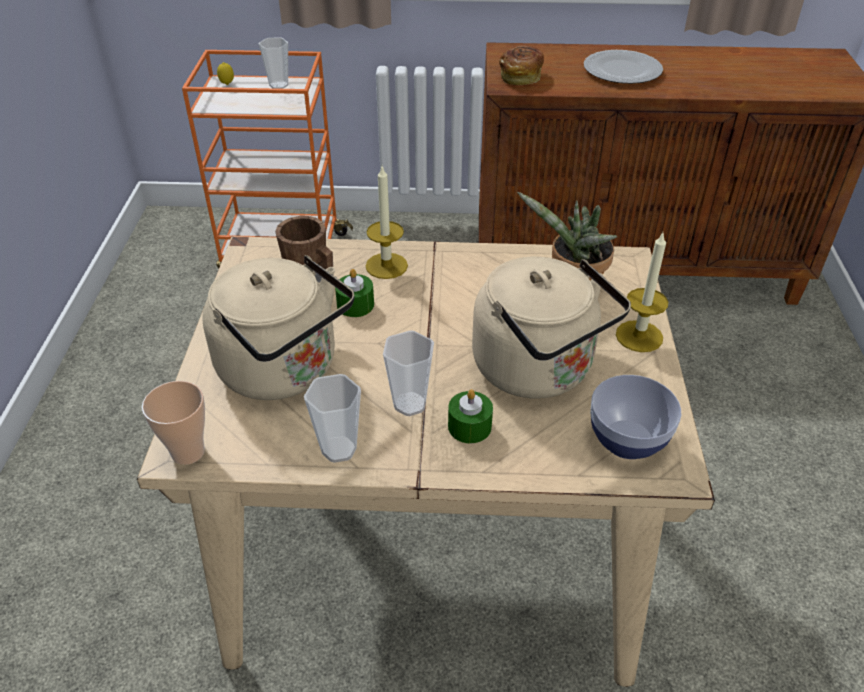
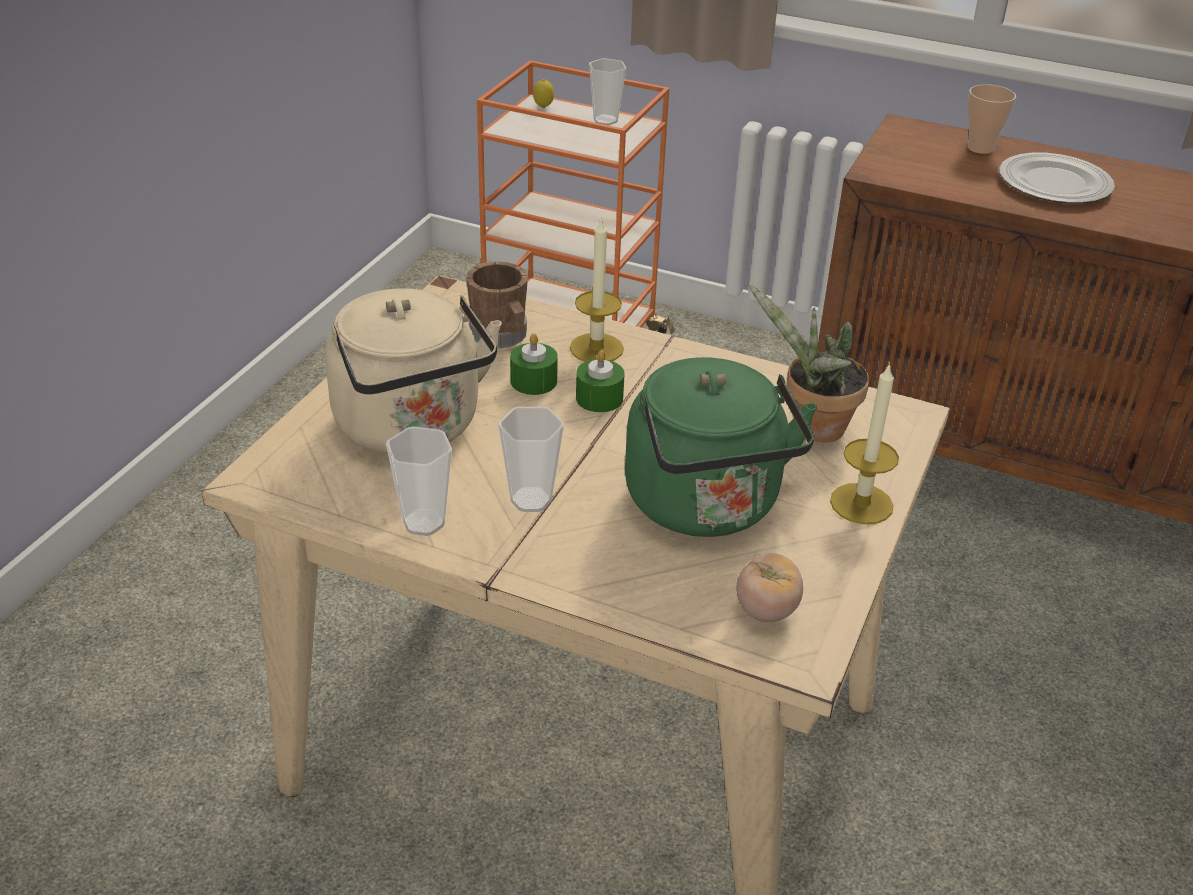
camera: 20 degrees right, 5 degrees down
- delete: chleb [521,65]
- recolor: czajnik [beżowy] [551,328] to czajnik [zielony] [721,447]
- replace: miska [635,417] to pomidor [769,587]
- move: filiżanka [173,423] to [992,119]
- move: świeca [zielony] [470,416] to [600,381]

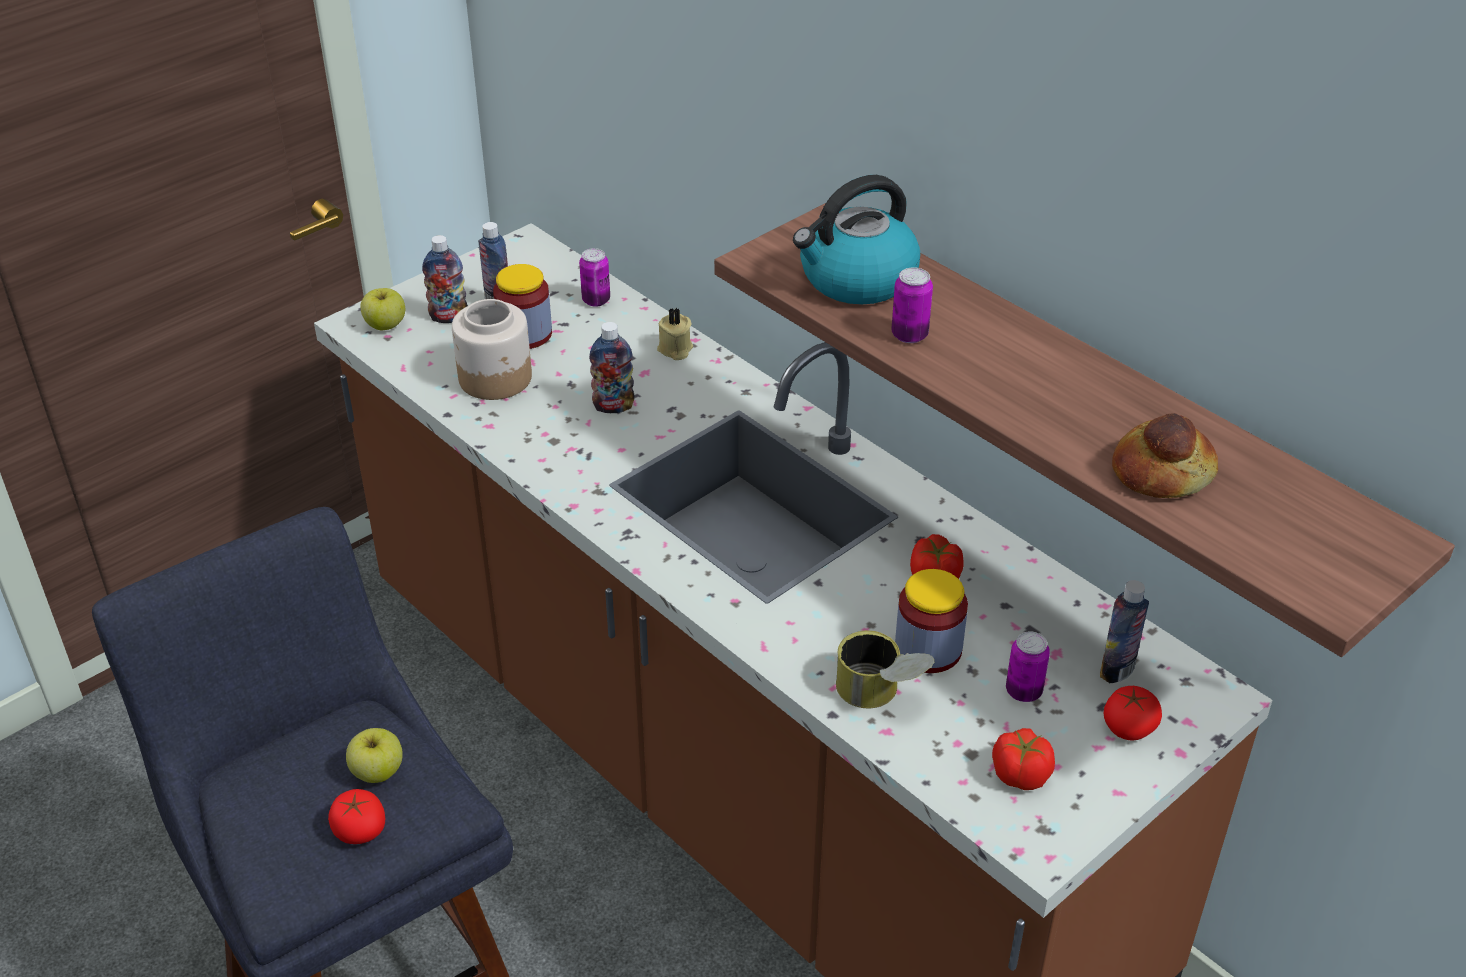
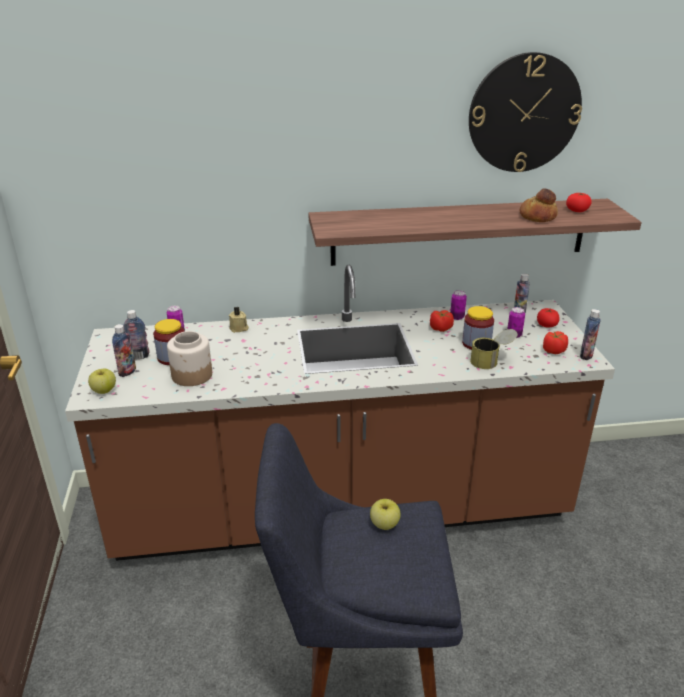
camera: 55 degrees left, 10 degrees down
- delete: czajnik [856,239]
- move: puszka [912,305] to [458,305]
- move: butelka [612,367] to [590,334]
- move: pomidor [356,816] to [579,202]
- insert: zegar ścienny [525,112]

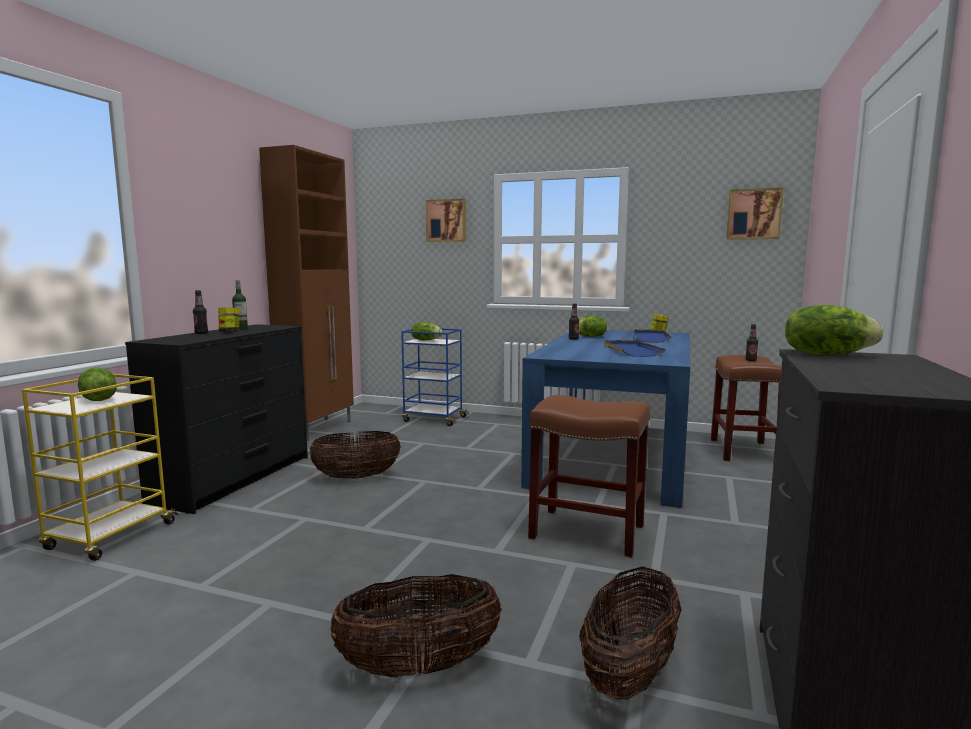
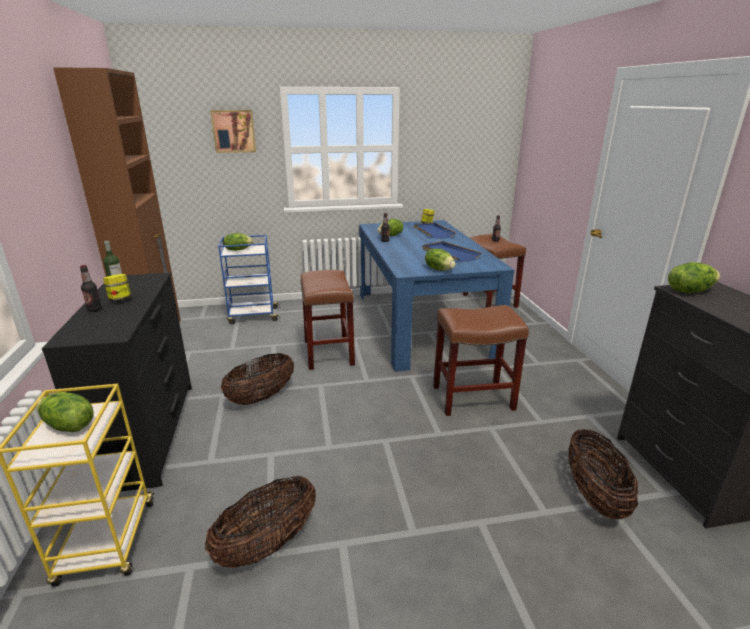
camera: 30 degrees left, 15 degrees up
- delete: obraz [755,214]
- move: koszyk [416,625] to [260,522]
- insert: sałata [440,259]
- insert: stołek [brązowy] [327,320]

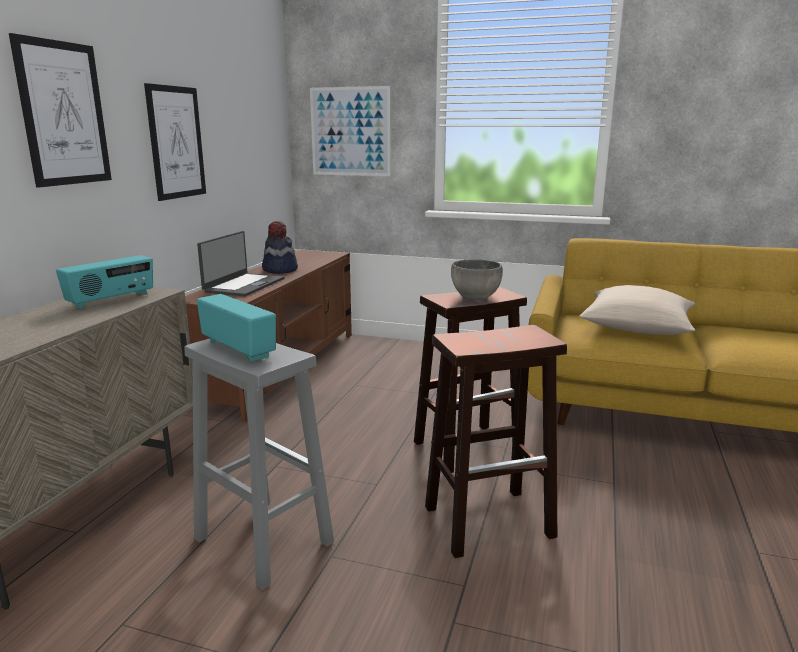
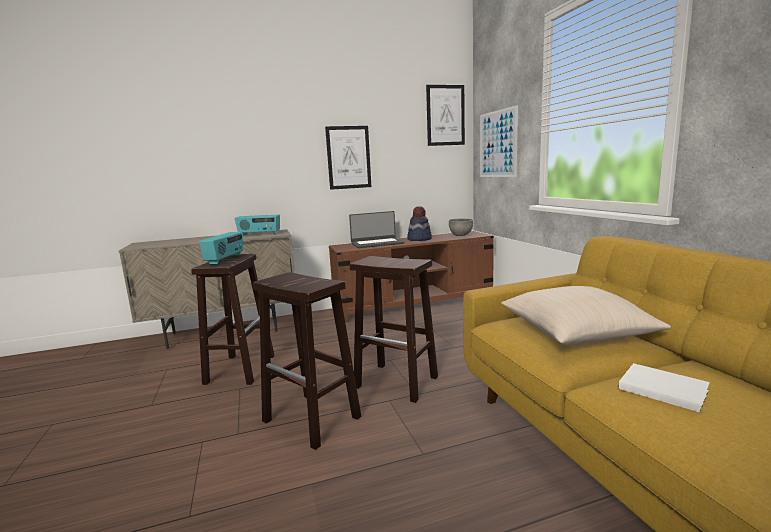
camera: 55 degrees right, 5 degrees down
- move: obraz [60,110] to [445,115]
- move: miska [szary] [477,279] to [461,227]
- recolor: stołek [szary] [259,464] to stołek [brązowy] [233,319]
- insert: książka [biały] [664,387]

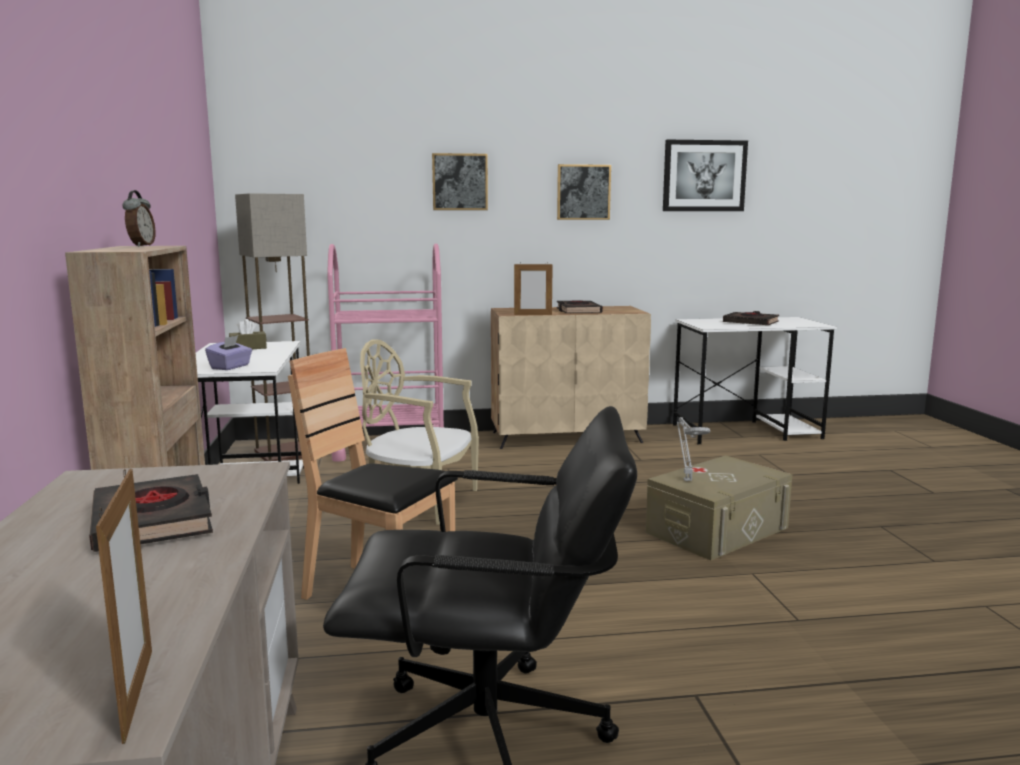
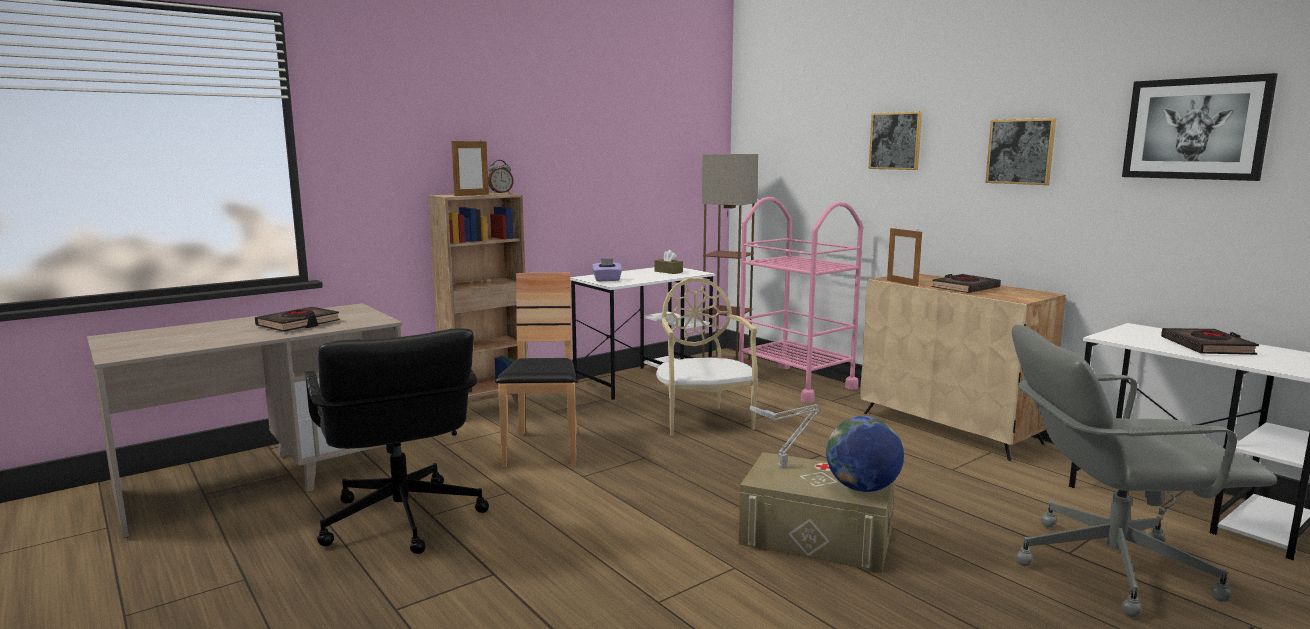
camera: 60 degrees right, 0 degrees up
- move: ramka na zdjęcie [124,606] to [470,167]
- insert: krzesło biurowe [szary] [1144,470]
- insert: globus [865,454]

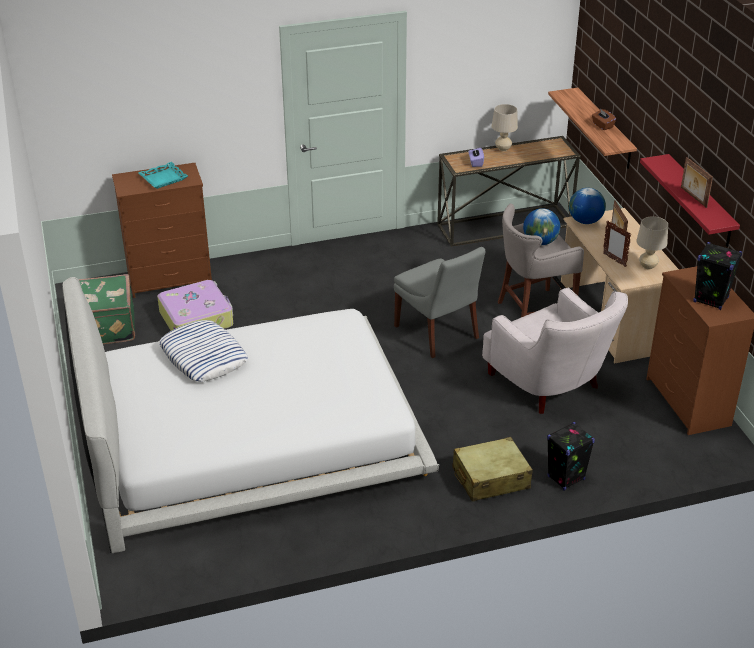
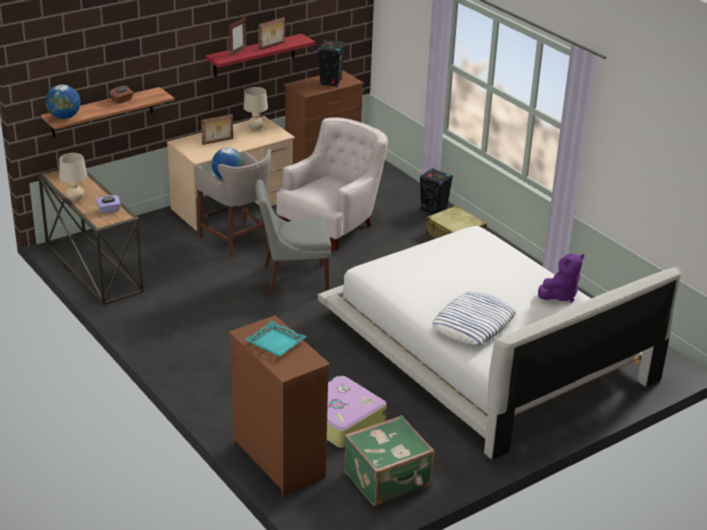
camera: 110 degrees left, 5 degrees down
- move: globus [587,206] to [63,102]
- move: ramka na zdjęcie [617,244] to [237,36]
- rotate: krzesło [szary] [440,302] = [293,238] 135 degrees counterclockwise
- insert: pluszak [fioletowy] [561,277]

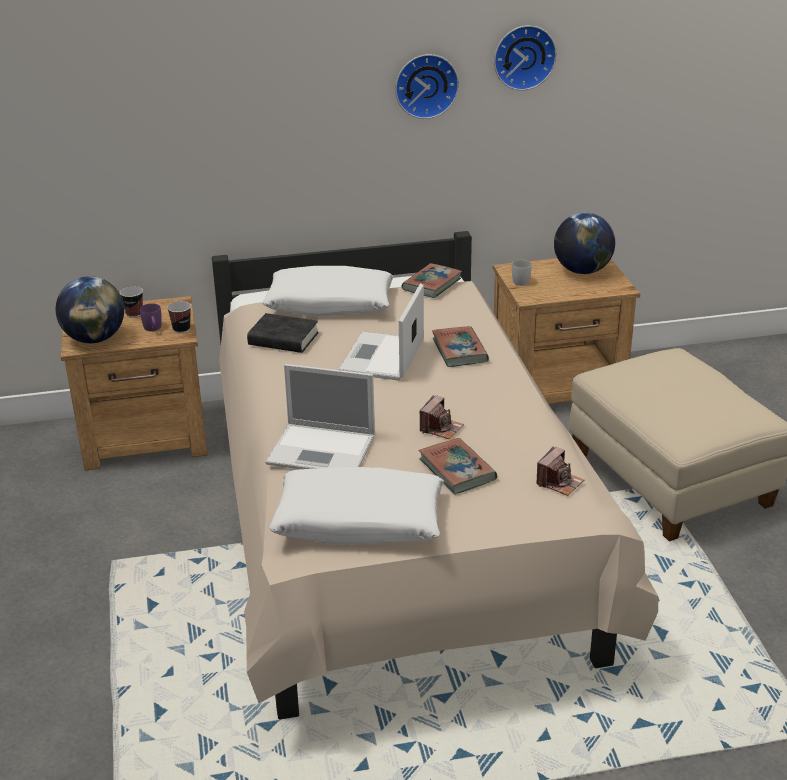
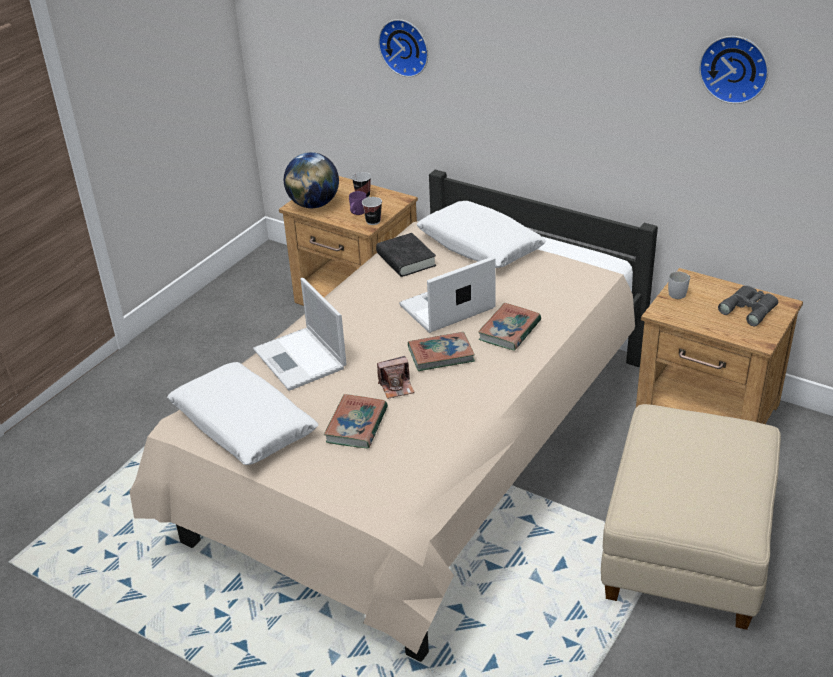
camera: 45 degrees right, 5 degrees up
- move: zegar ścienny [427,86] to [403,48]
- replace: globus [584,243] to lornetka [szary] [748,306]
- move: książka [432,280] to [441,351]
- delete: aparat fotograficzny [560,471]

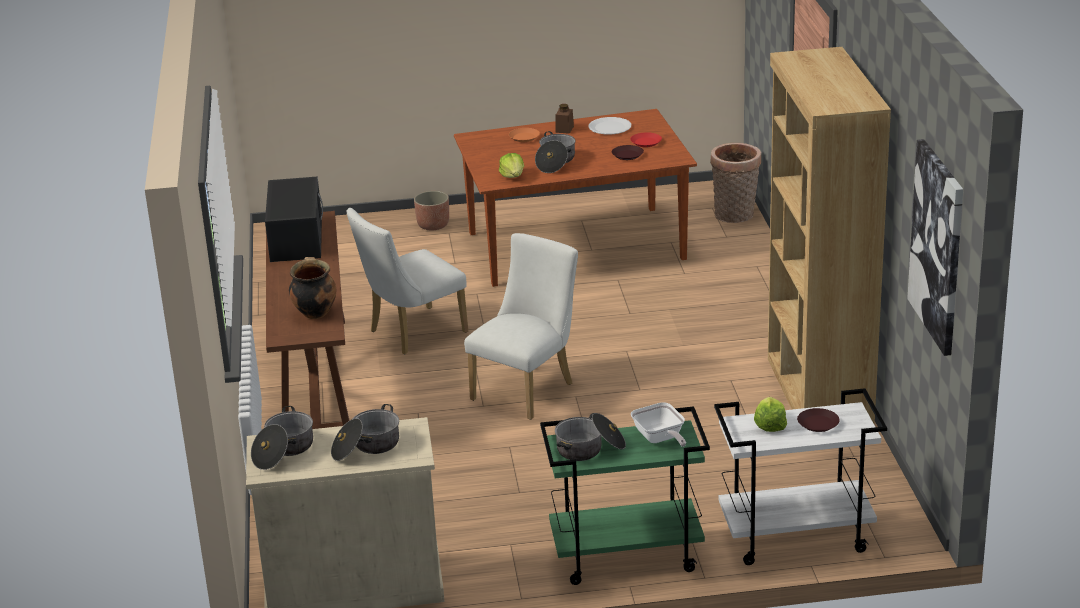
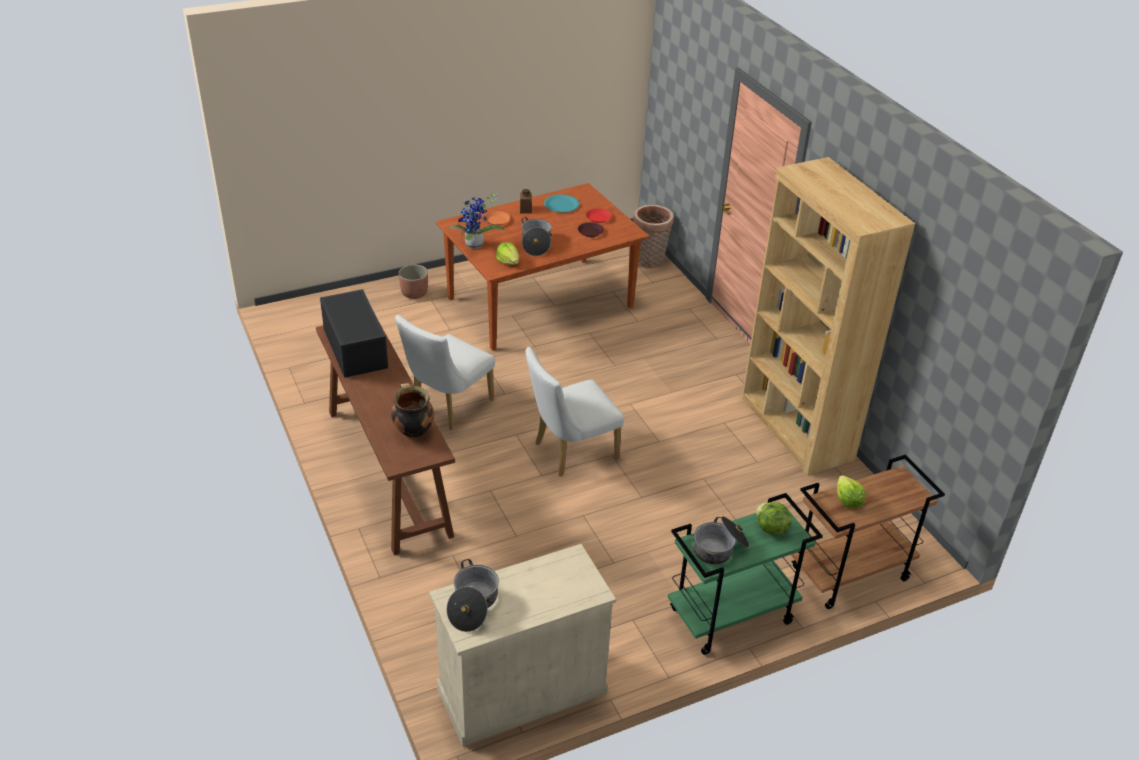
camera: 20 degrees left, 10 degrees up
- recolor: talerz [biały] [609,125] to talerz [turkusowy] [561,203]
- delete: obraz [935,247]
- rotate: krzesło [biały] [521,326] = [575,412] 135 degrees counterclockwise
- recolor: wózek [biały] [800,476] to wózek [brązowy] [868,532]
- replace: patelnia [658,424] to sałata [774,518]
- delete: garnek [365,432]
- delete: talerz [brązowy] [818,420]
- insert: roślina doniczkowa [476,221]

